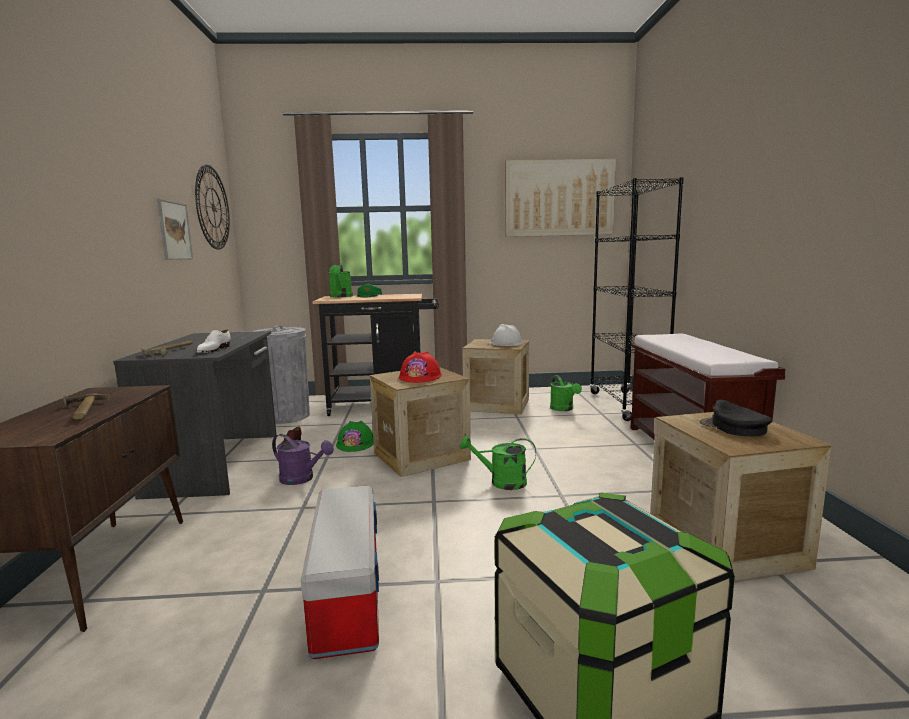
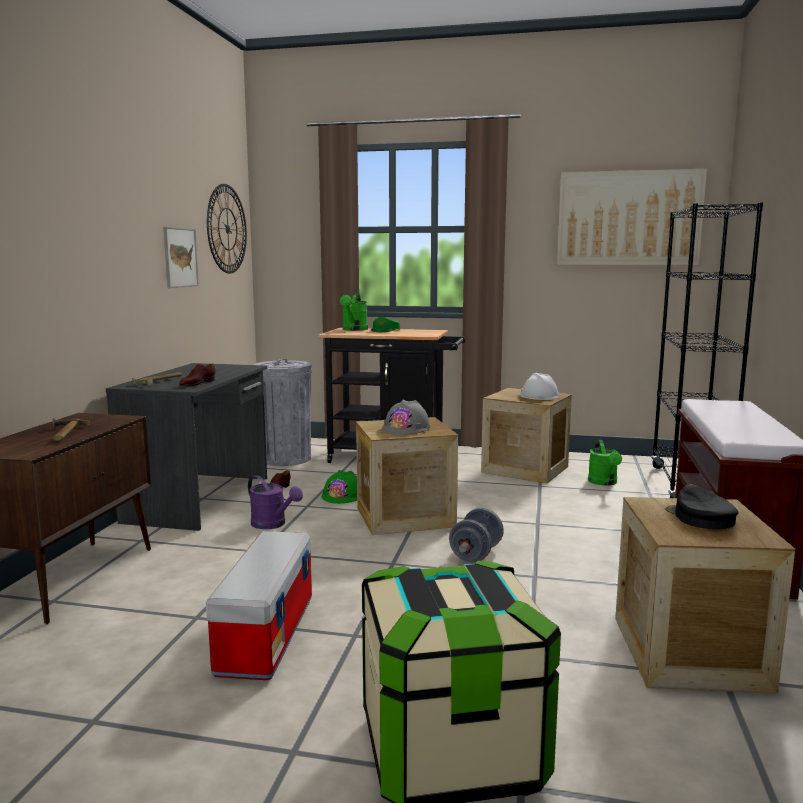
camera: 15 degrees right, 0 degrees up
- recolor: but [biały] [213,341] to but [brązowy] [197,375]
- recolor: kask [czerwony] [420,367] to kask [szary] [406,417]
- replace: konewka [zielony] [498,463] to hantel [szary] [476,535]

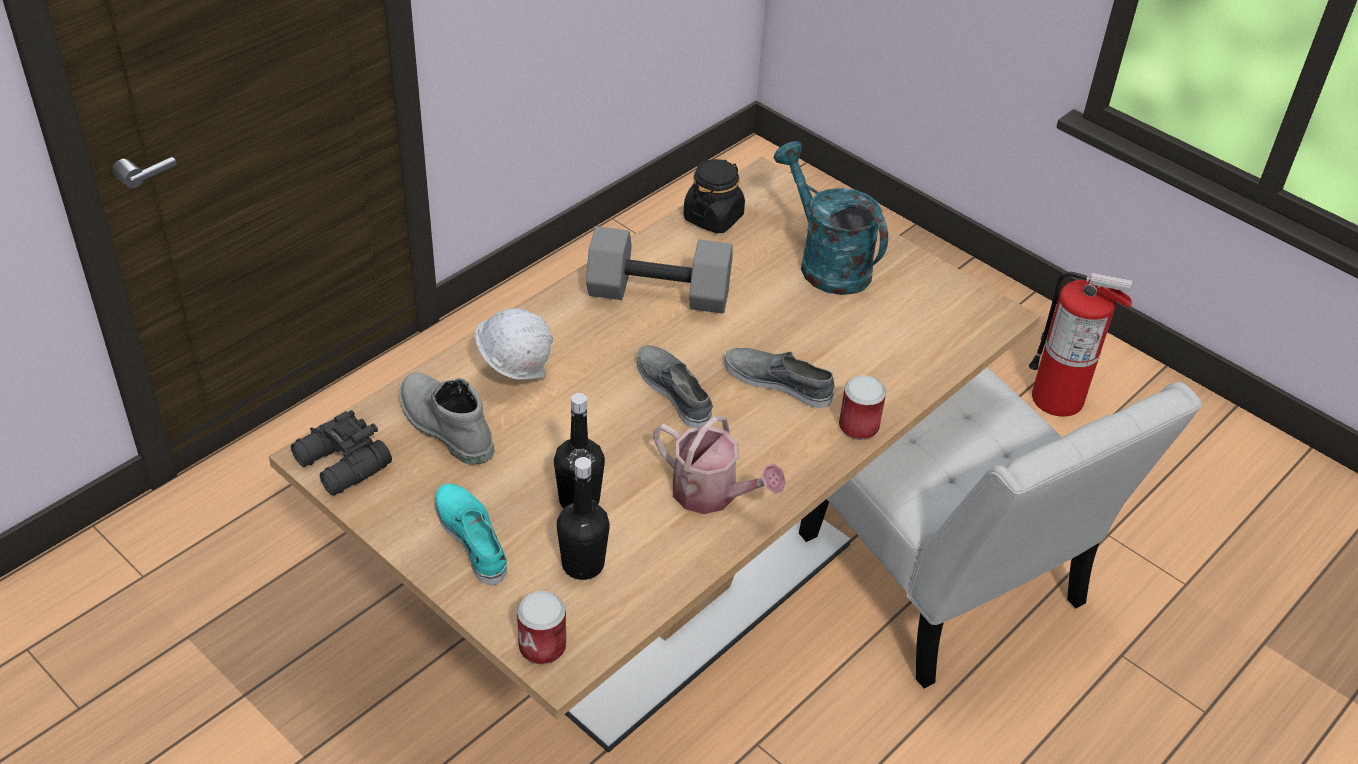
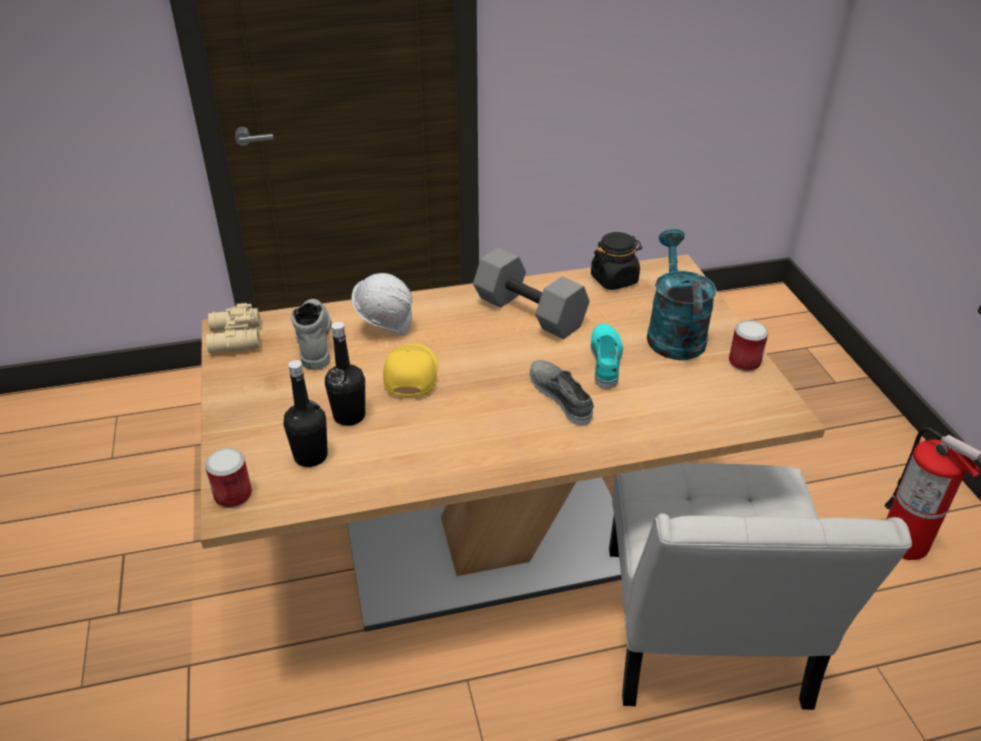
camera: 35 degrees right, 5 degrees down
- delete: but [szary] [675,386]
- move: puszka [862,407] to [748,345]
- recolor: lornetka [czarny] [341,453] to lornetka [beżowy] [233,328]
- delete: konewka [719,465]
- move: but [turkusowy] [471,534] to [607,356]
- insert: czapka z daszkiem [żółty] [410,371]

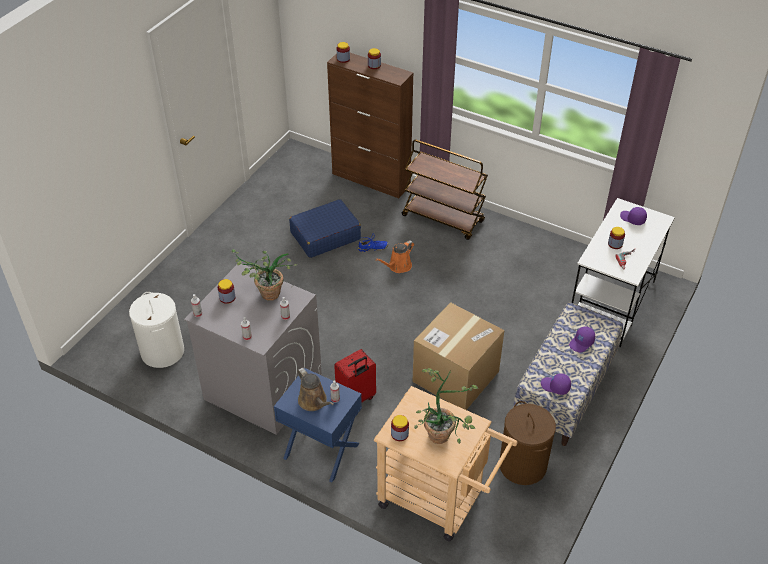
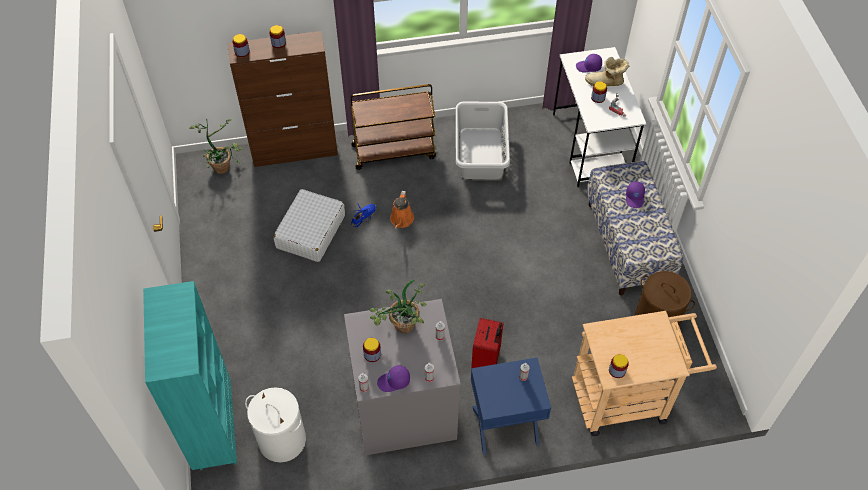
camera: 40 degrees left, 10 degrees up
- recolor: walizka [niebieski] [325,228] to walizka [biały] [309,225]
- delete: karton [458,356]
- delete: konewka [brązowy] [315,389]
- move: roślina doniczkowa [446,406] to [216,146]
- move: czapka z daszkiem [fioletowy] [556,384] to [393,378]
- insert: but z cholewką [607,71]
- insert: kosz na pranie [szary] [482,140]
- insert: regał [turkusowy] [190,375]

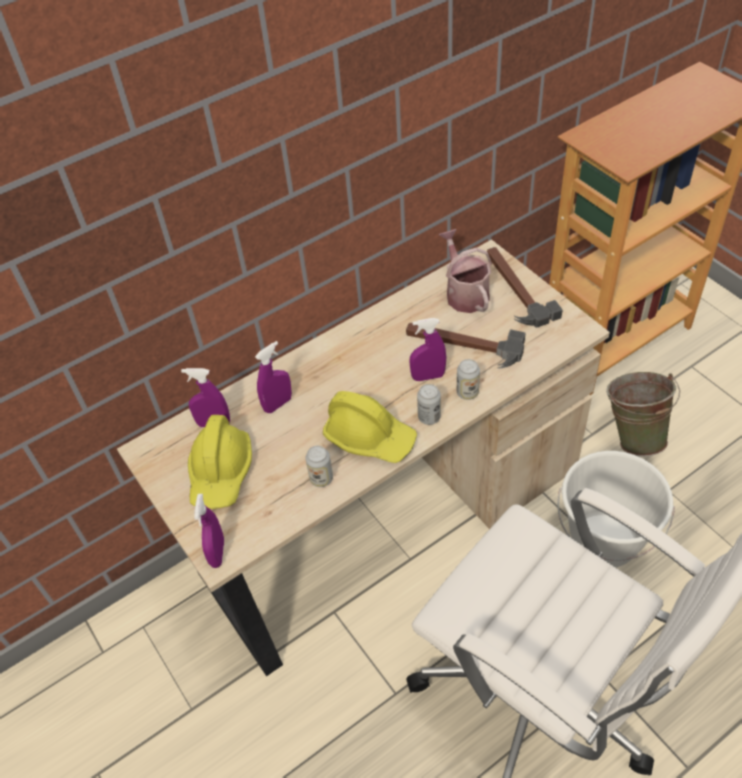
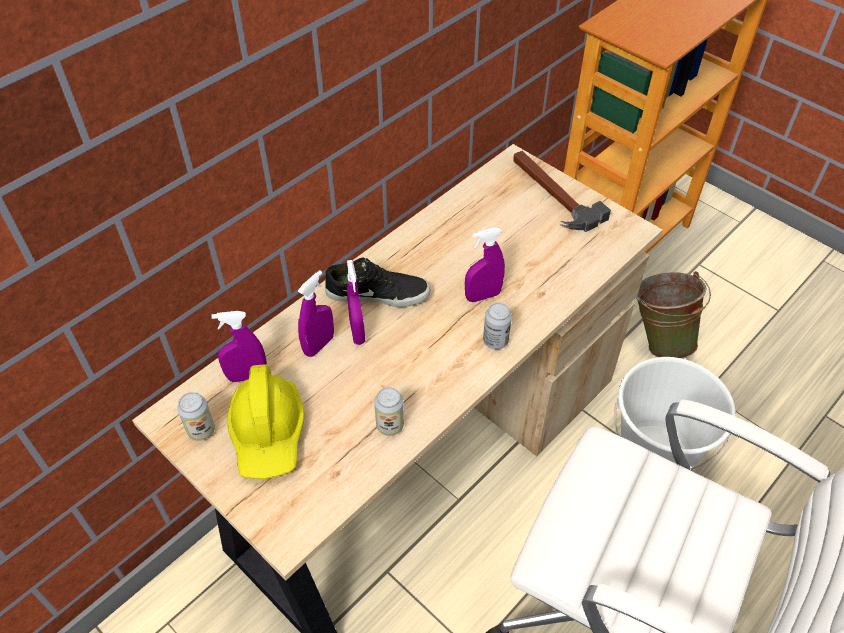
camera: 15 degrees left, 0 degrees up
- delete: konewka [465,271]
- delete: młotek [466,345]
- move: puszka [468,379] to [196,416]
- delete: kask [żółty] [370,427]
- move: spryskiwacz [fioletowy] [209,531] to [356,302]
- insert: but [czarny] [377,282]

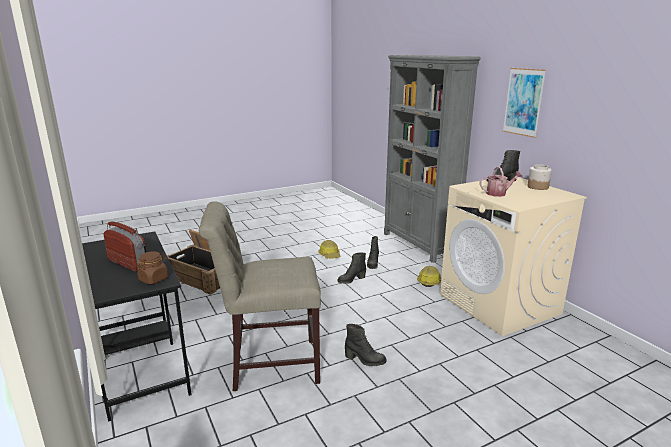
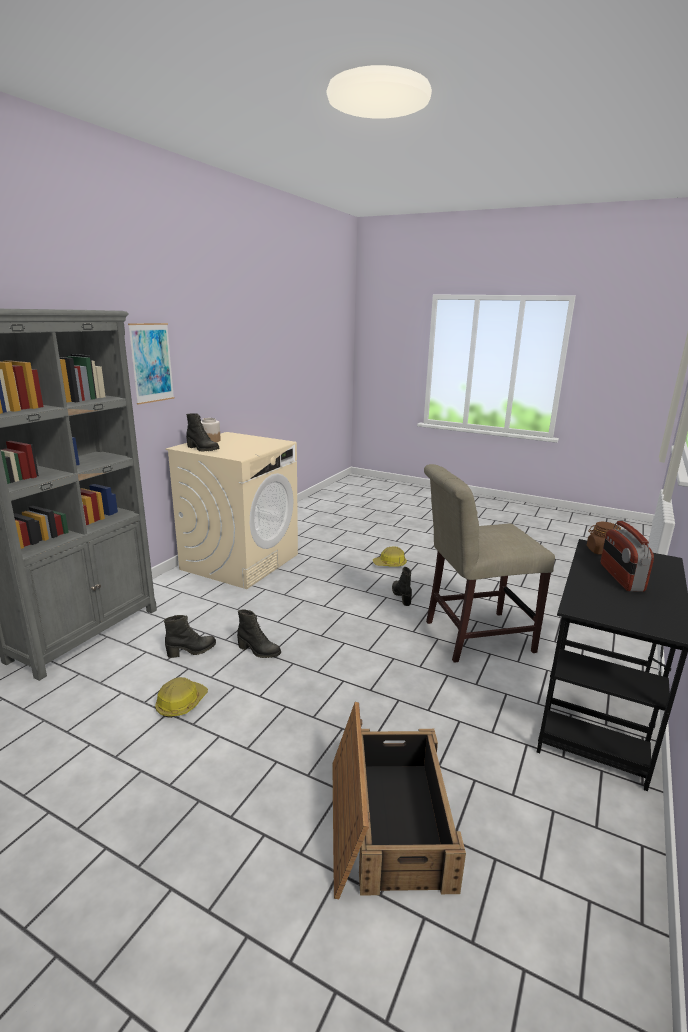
camera: 125 degrees left, 0 degrees up
- delete: konewka [501,181]
- rotate: krzesło [beżowy] [260,296] = [489,563] 120 degrees clockwise
- move: kask [429,276] to [390,557]

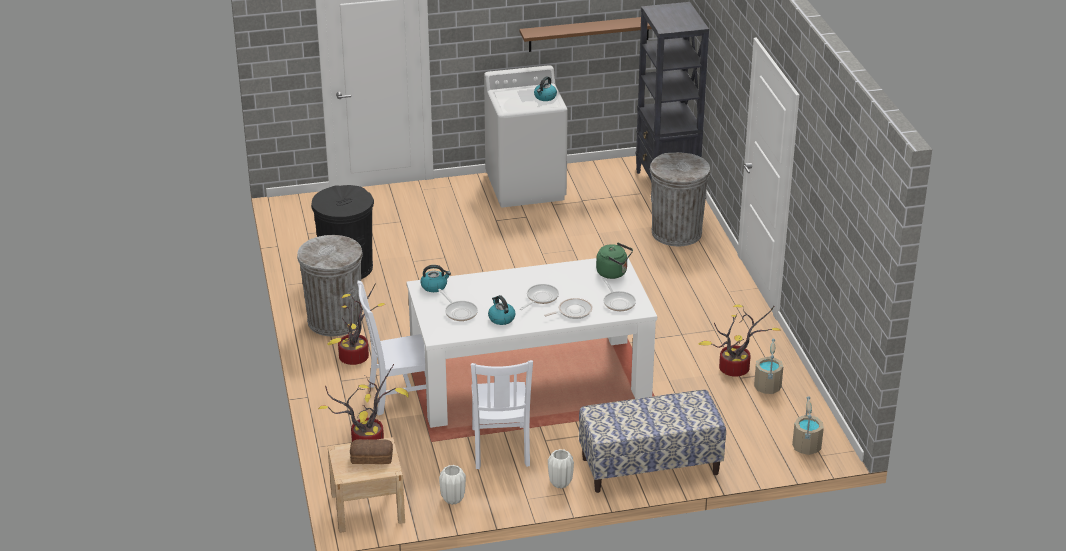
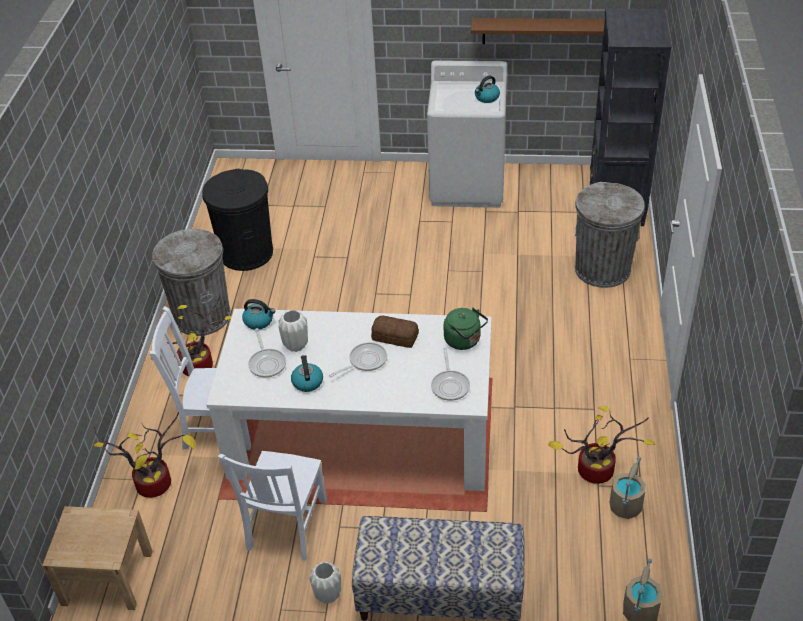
camera: 20 degrees right, 10 degrees up
- delete: patelnia [568,308]
- move: chleb [371,451] to [395,332]
- move: wazon [biały] [452,485] to [293,331]

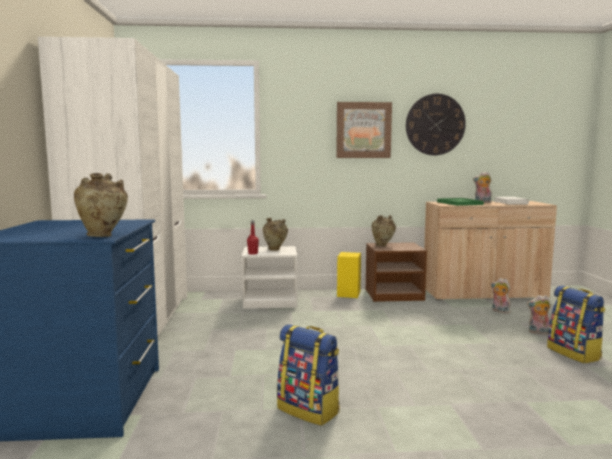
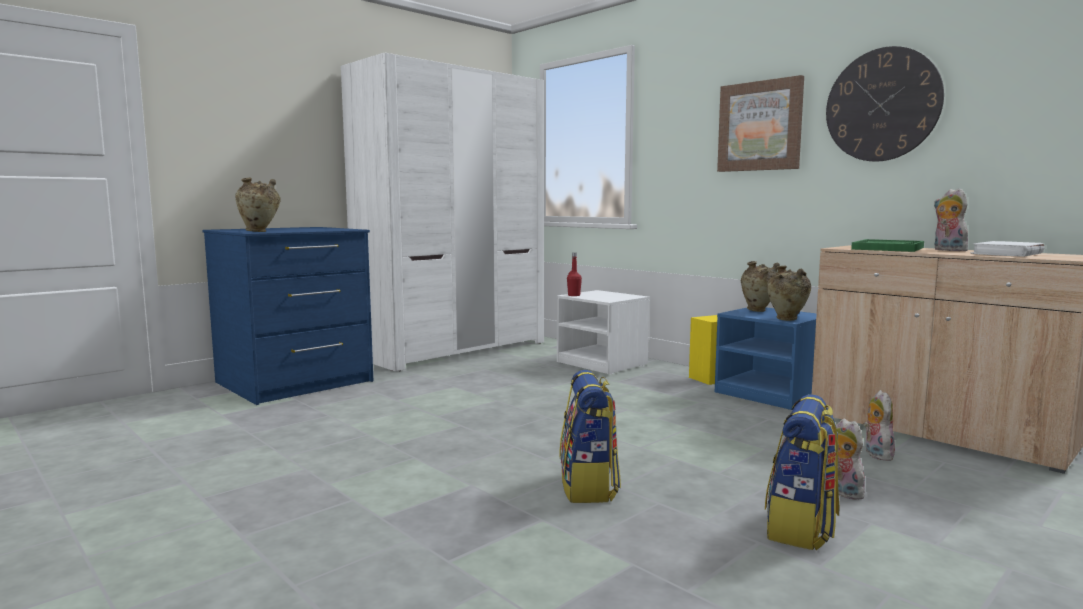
camera: 50 degrees right, 0 degrees up
- move: wazon [beżowy] [275,234] to [789,293]
- recolor: szafka nocna [brązowy] [396,272] to szafka nocna [niebieski] [766,358]
- move: plecak [308,375] to [590,436]

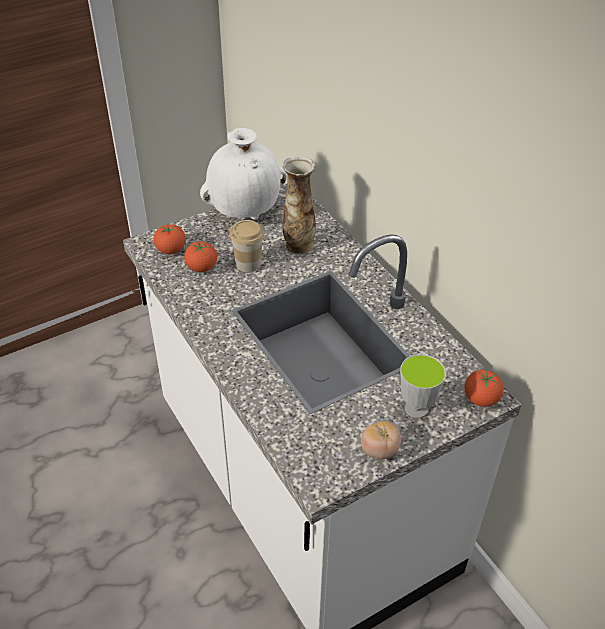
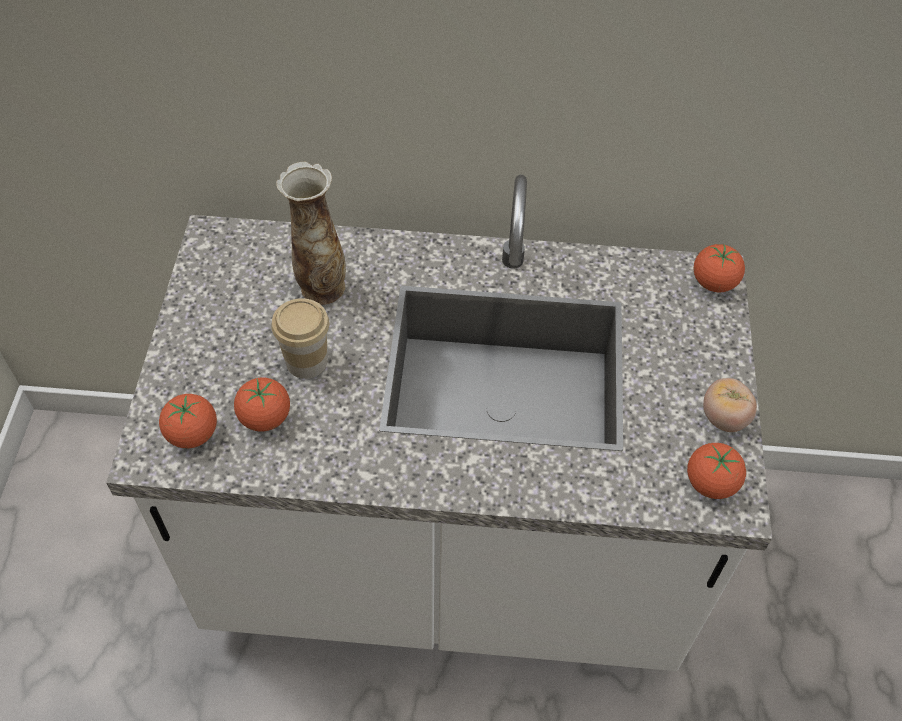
camera: 55 degrees left, 10 degrees up
- delete: wazon [biały] [243,174]
- delete: filiżanka [423,386]
- insert: pomidor [716,471]

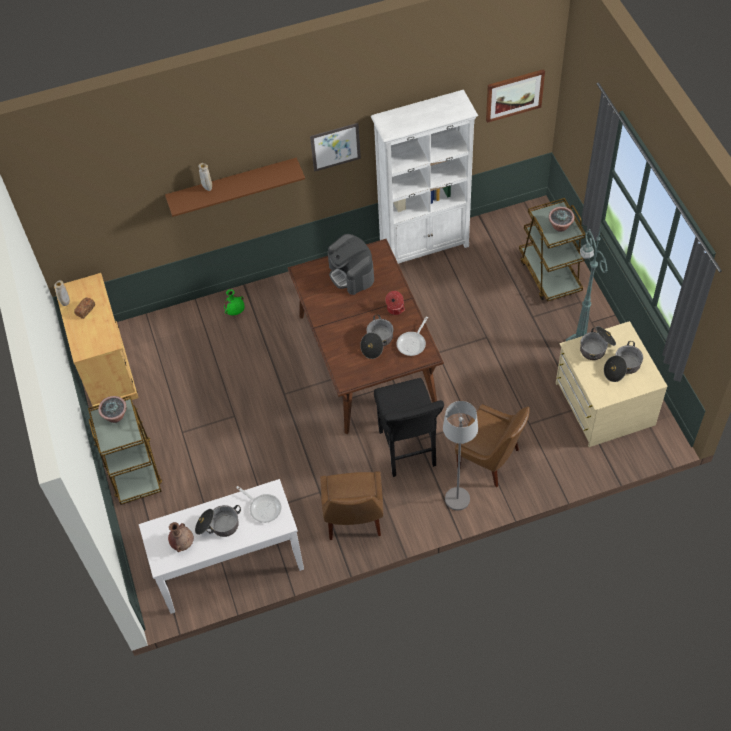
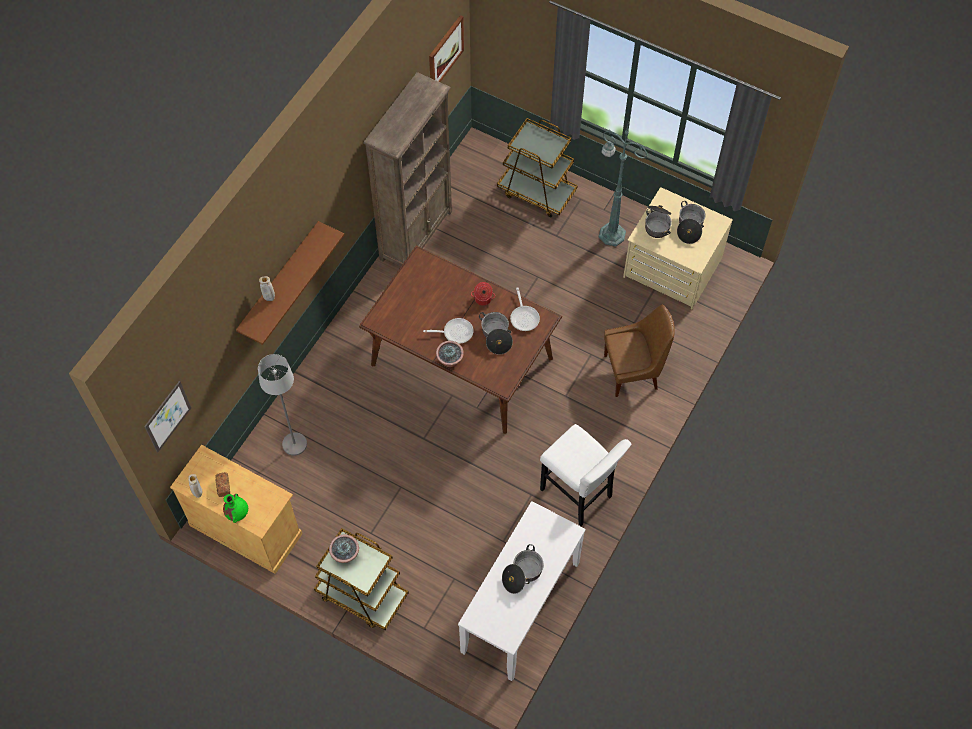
camera: 45 degrees left, 5 degrees up
- recolor: regał [biały] [424,177] to regał [brązowy] [407,169]
- move: obraz [335,147] to [167,416]
- move: roślina doniczkowa [562,219] to [450,354]
- delete: ekspres do kawy [351,264]
- move: wazon [zielony] [234,302] to [235,508]
- delete: stołek [czarny] [409,427]
- move: lampa stojąca [szary] [460,456] to [282,405]
- replace: krzesło [brązowy] [351,505] to stołek [biały] [585,475]
- move: patelnia [258,504] to [448,331]
- delete: wazon [brązowy] [181,537]

